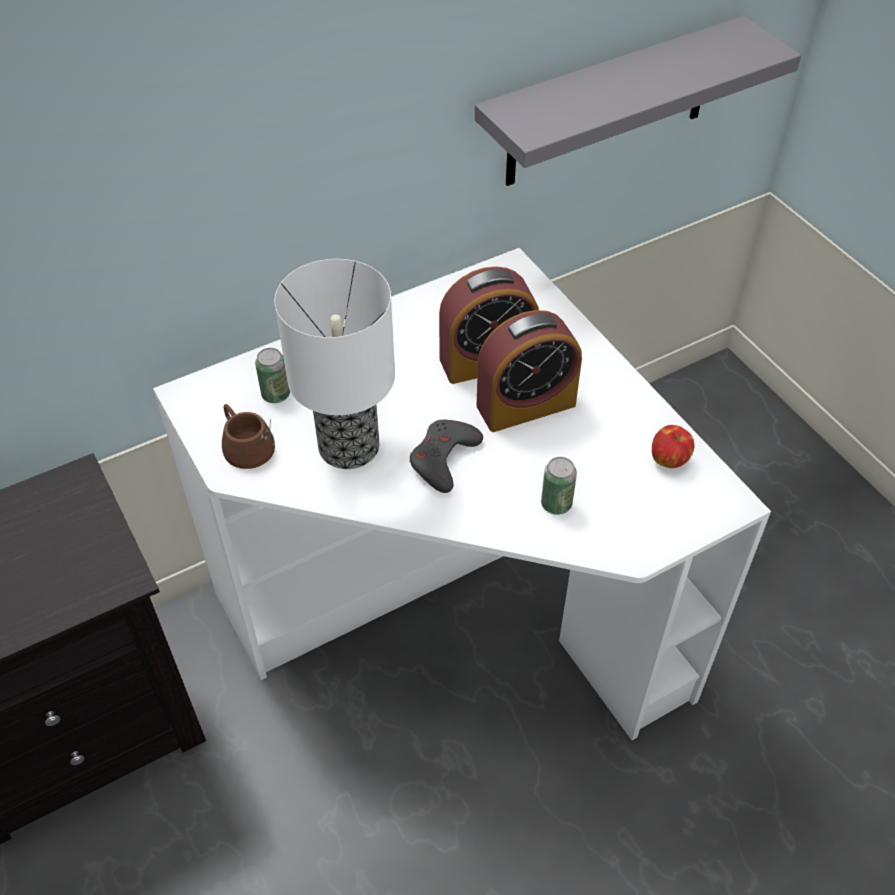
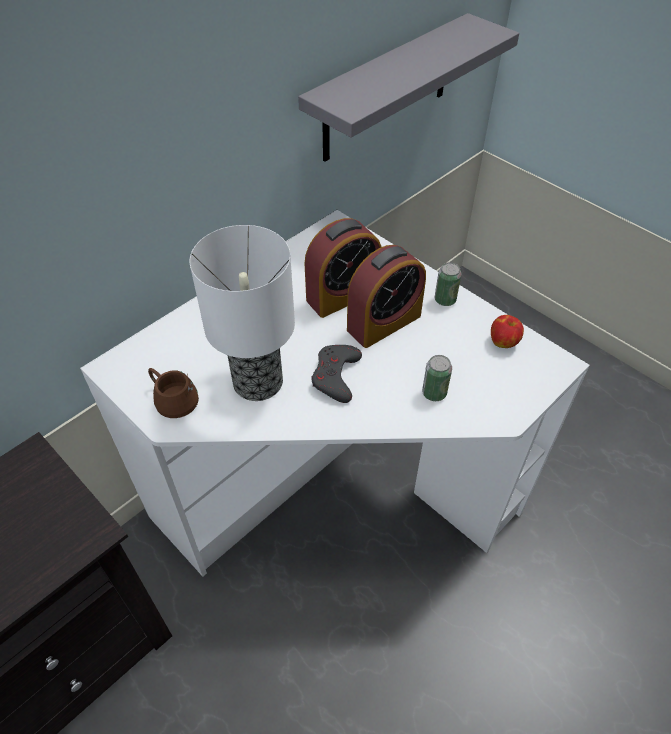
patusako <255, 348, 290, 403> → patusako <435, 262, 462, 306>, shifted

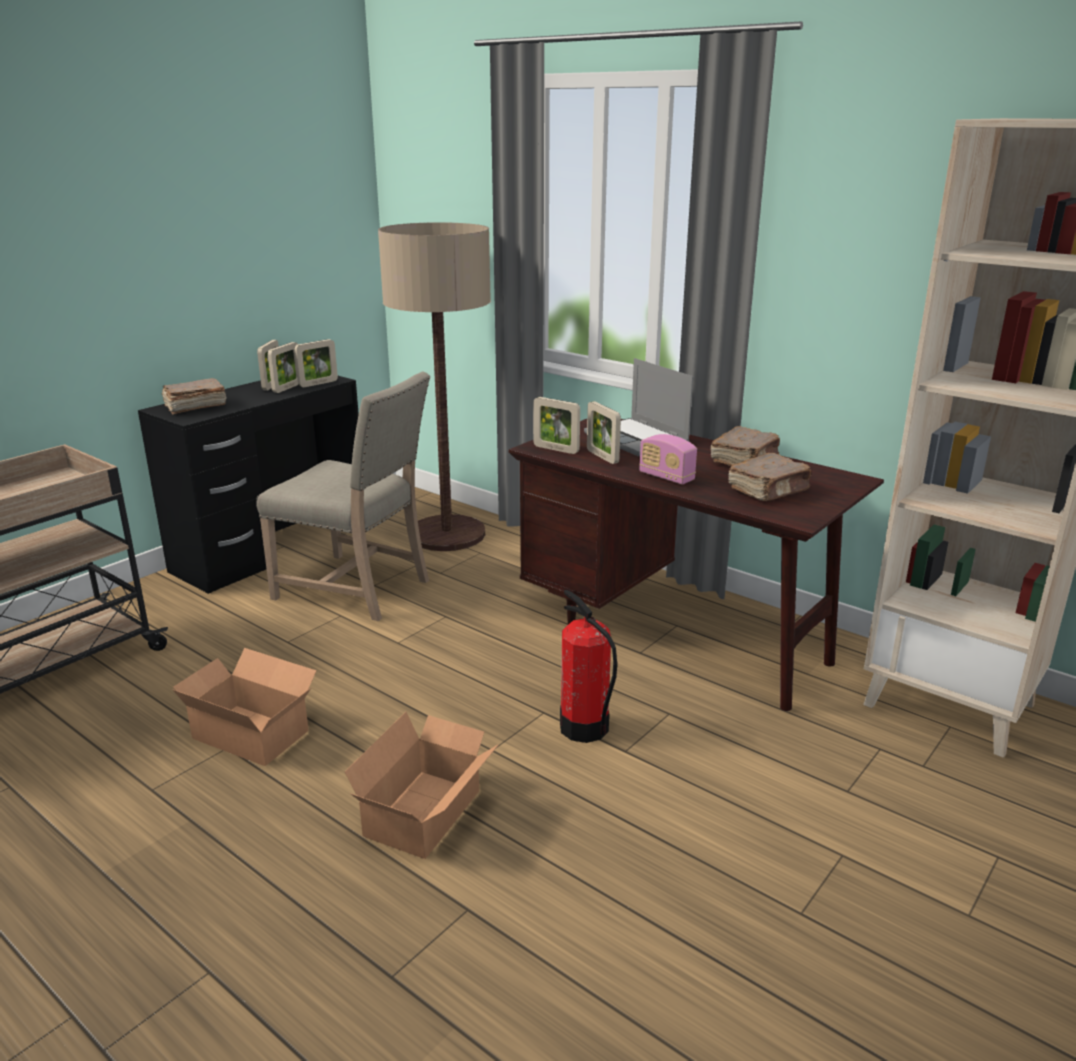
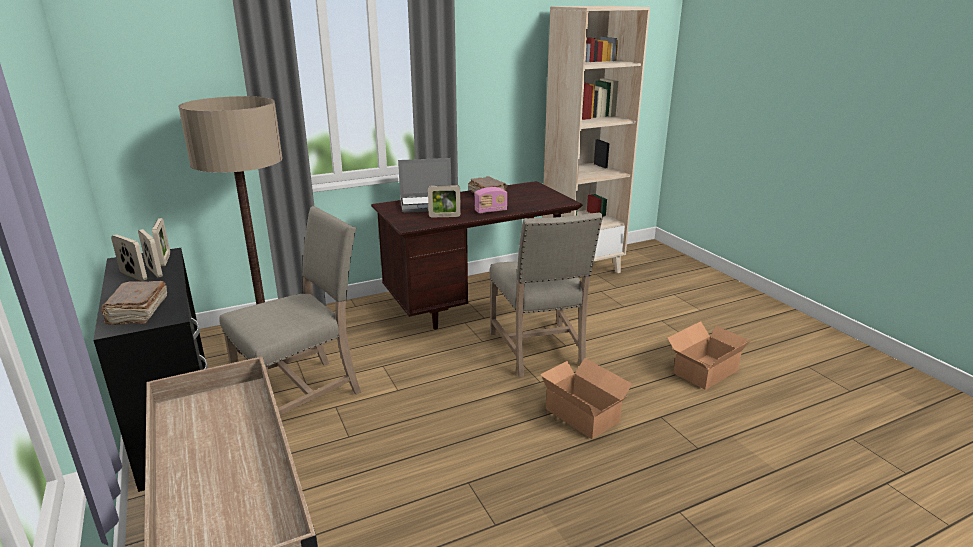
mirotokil <533, 397, 580, 454> → -
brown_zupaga <728, 453, 811, 501> → -
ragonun <560, 590, 617, 743> → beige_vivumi <489, 212, 603, 377>
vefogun <172, 648, 317, 766> → vefogun <667, 321, 751, 390>, shifted

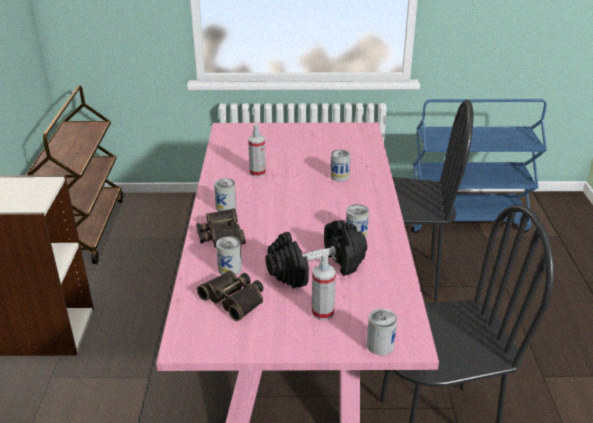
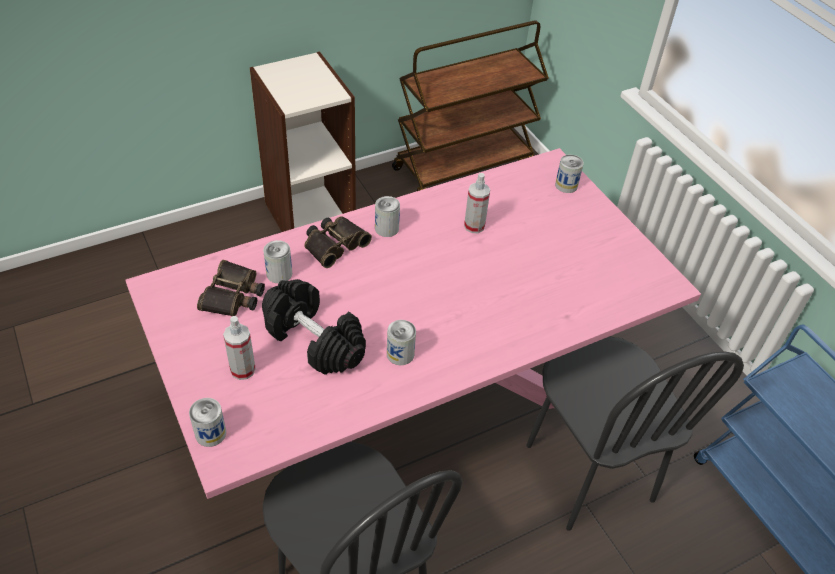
patusako <330, 149, 351, 181> → patusako <555, 155, 584, 193>, shifted

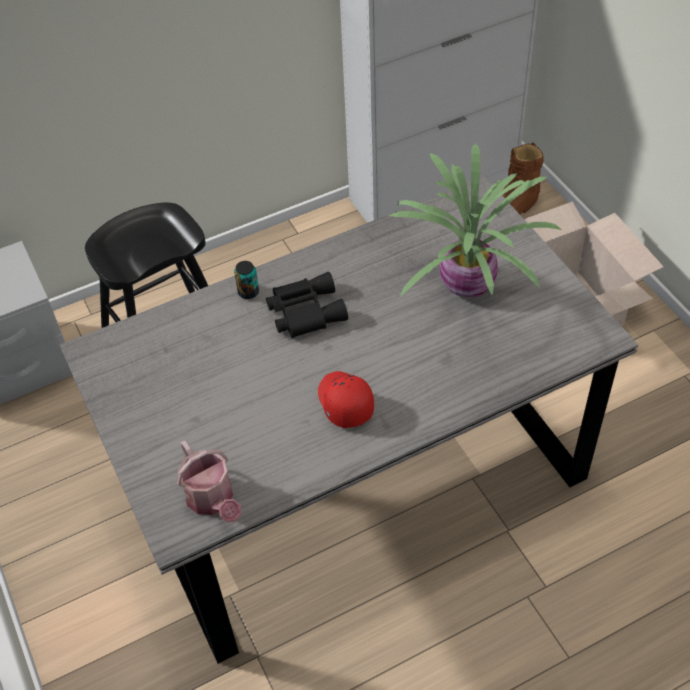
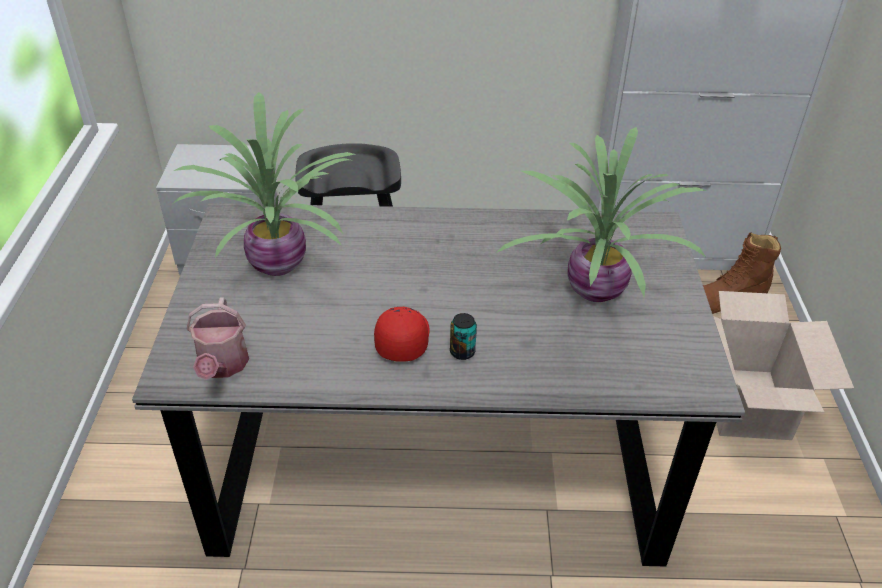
patusako <234, 261, 259, 299> → patusako <450, 313, 477, 360>, shifted
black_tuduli <266, 272, 348, 338> → -
- → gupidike <173, 92, 356, 276>

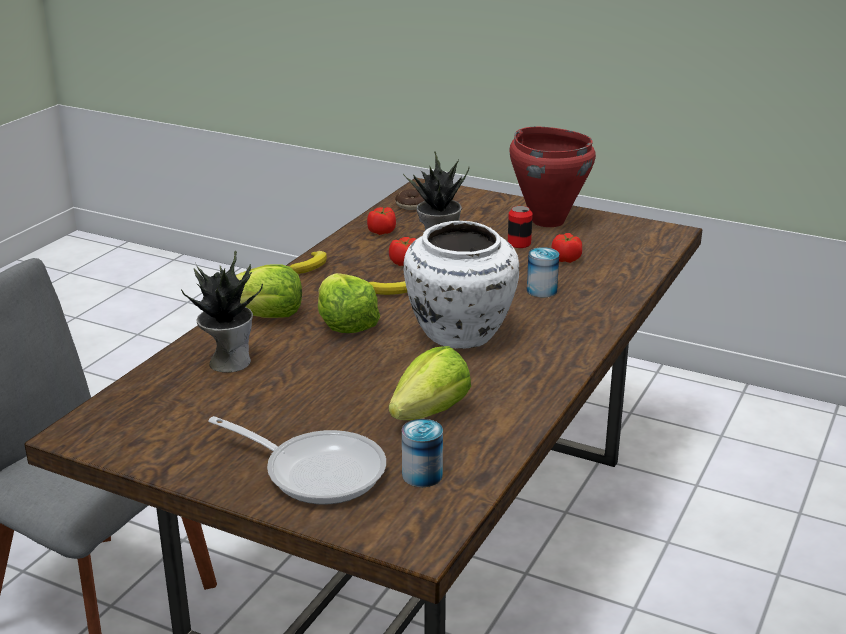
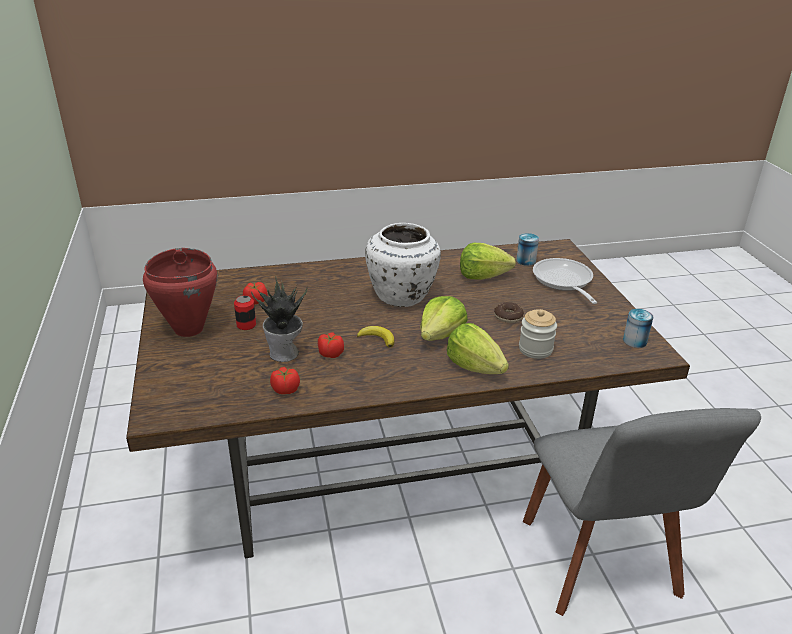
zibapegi <395, 189, 425, 210> → zibapegi <494, 302, 524, 323>, shifted
patusako <527, 247, 559, 298> → patusako <623, 309, 653, 348>, shifted
gupidike <181, 251, 263, 373> → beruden <519, 309, 557, 359>
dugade <289, 251, 327, 274> → -

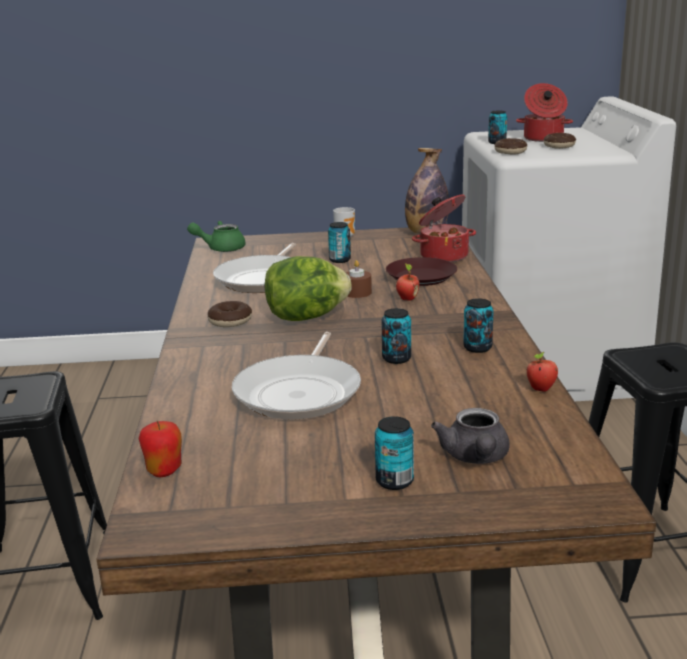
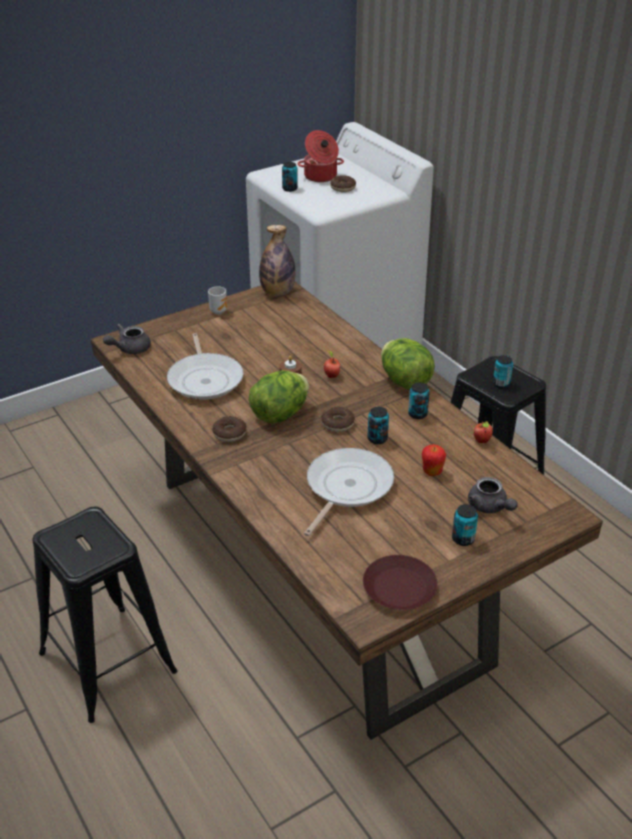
zibapegi <495, 138, 527, 154> → zibapegi <321, 407, 355, 432>, shifted
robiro <412, 194, 476, 262> → -
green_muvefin <187, 221, 246, 252> → grey_muvefin <103, 324, 151, 354>
patusako <328, 222, 351, 263> → patusako <493, 355, 513, 388>, shifted
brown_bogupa <386, 257, 457, 286> → brown_bogupa <363, 555, 438, 610>, shifted
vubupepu <232, 332, 361, 420> → vubupepu <304, 448, 394, 536>, 135 degrees counterclockwise
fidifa <139, 421, 182, 477> → fidifa <422, 444, 446, 476>, shifted
- → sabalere <381, 338, 435, 390>

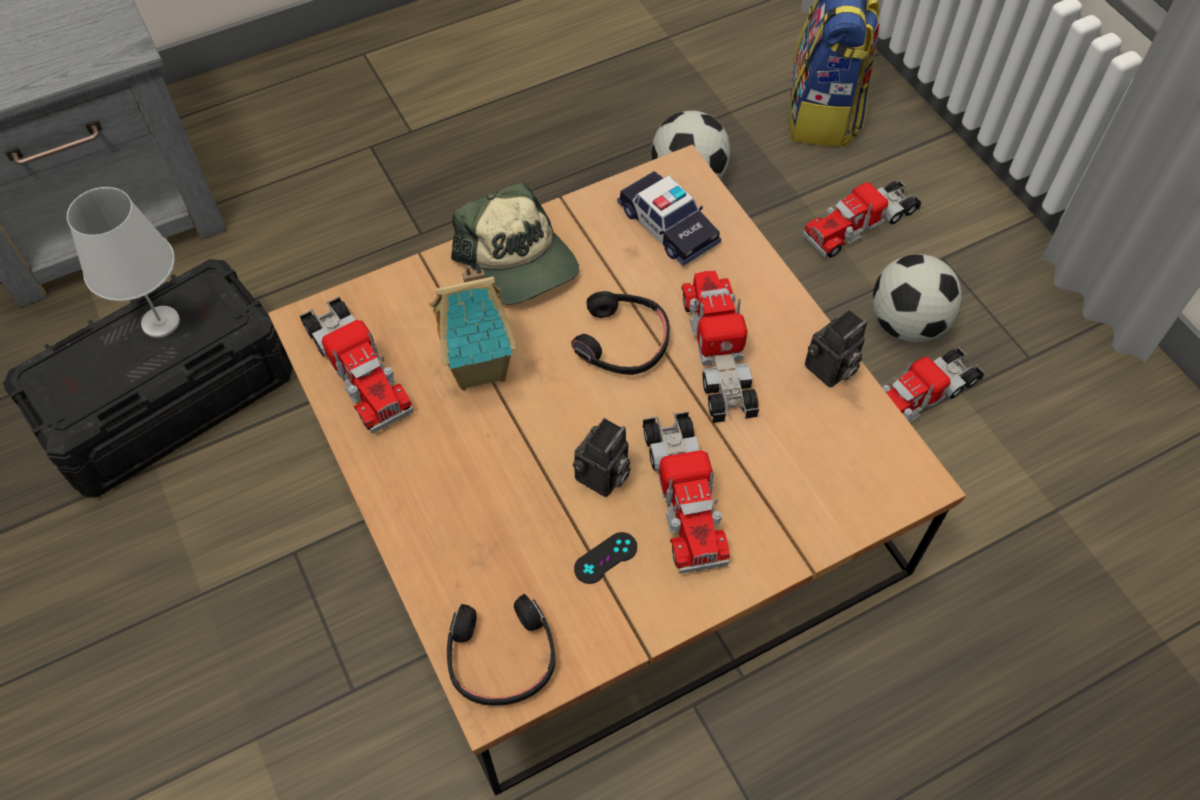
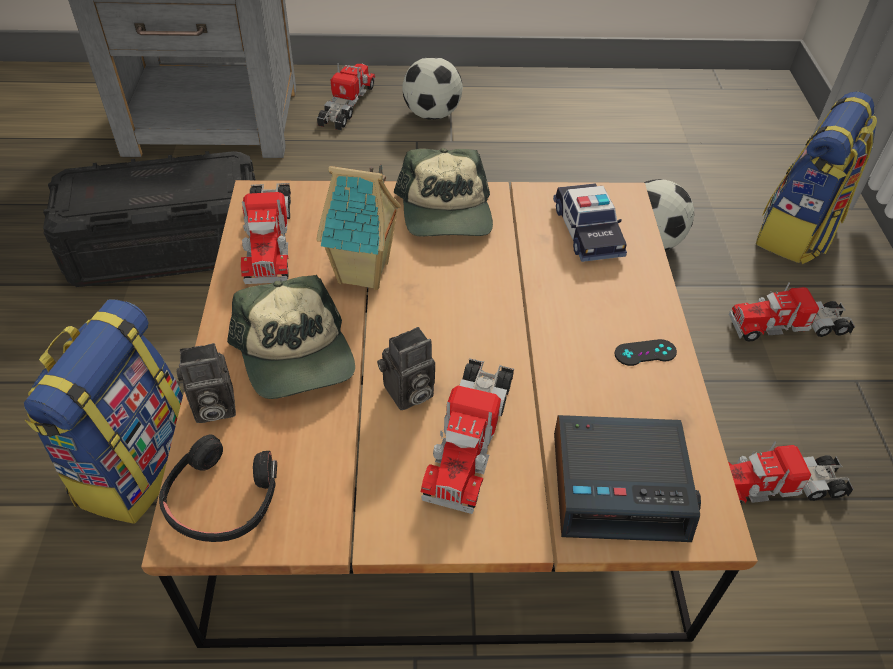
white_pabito <67, 187, 180, 338> → -
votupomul <873, 254, 962, 342> → votupomul <402, 57, 463, 120>, shifted
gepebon <681, 270, 760, 423> → gepebon <317, 63, 375, 131>, shifted
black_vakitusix <571, 291, 670, 375> → -
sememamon <805, 309, 867, 388> → sememamon <176, 343, 236, 423>, shifted
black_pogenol <574, 532, 637, 584> → black_pogenol <614, 339, 677, 366>, shifted
- → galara <227, 275, 355, 399>
- → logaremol <24, 299, 183, 524>
- → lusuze <554, 415, 701, 542>

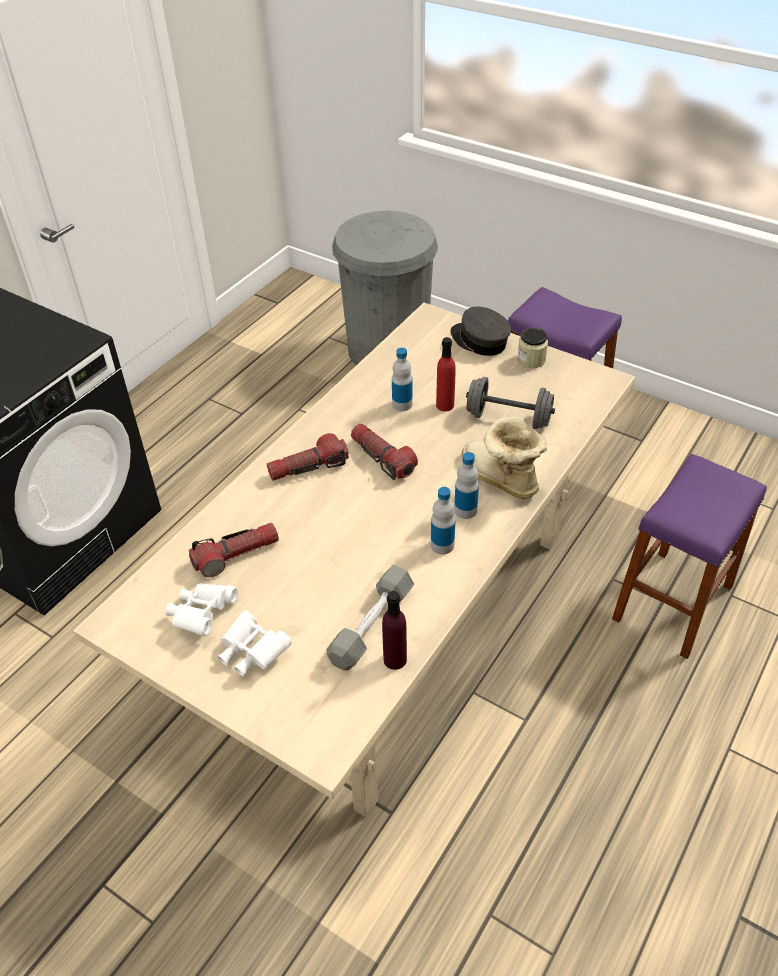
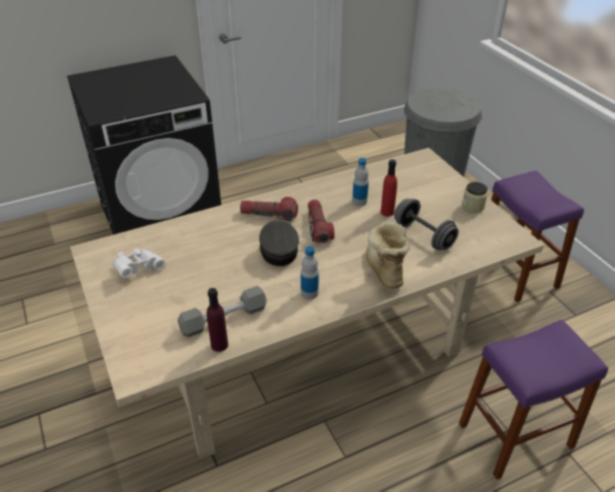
grey_galara <451, 307, 511, 356> → grey_galara <259, 220, 299, 266>, shifted
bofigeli <454, 452, 479, 519> → -
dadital <189, 523, 279, 577> → -
white_tuduli <217, 610, 292, 676> → -

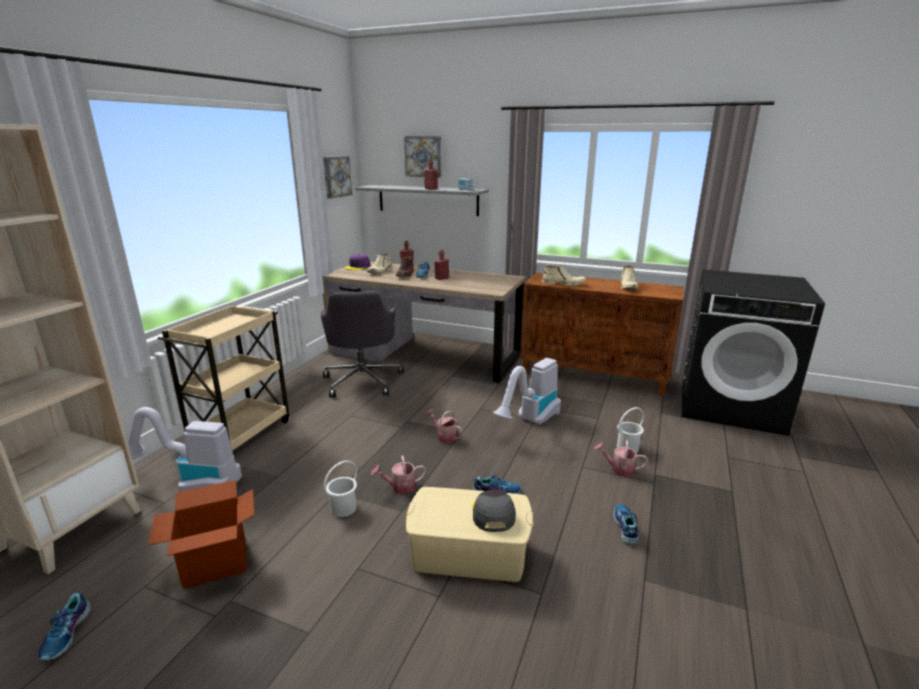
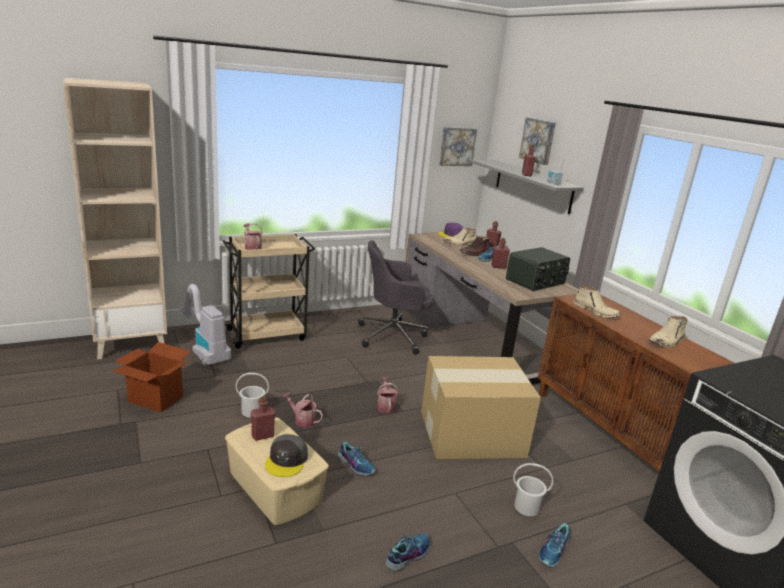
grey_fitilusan <321, 292, 403, 397> → grey_fitilusan <358, 240, 433, 355>, 45 degrees clockwise
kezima <493, 358, 561, 425> → vefogun <421, 356, 541, 459>
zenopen <594, 440, 648, 476> → zenopen <243, 223, 263, 250>, shifted
grey_galara <472, 489, 516, 532> → grey_galara <265, 434, 308, 477>, 150 degrees clockwise
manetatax <38, 591, 91, 660> → manetatax <539, 523, 572, 567>, shifted
- → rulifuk <506, 247, 570, 291>
- → red_bofigeli <251, 397, 275, 441>

